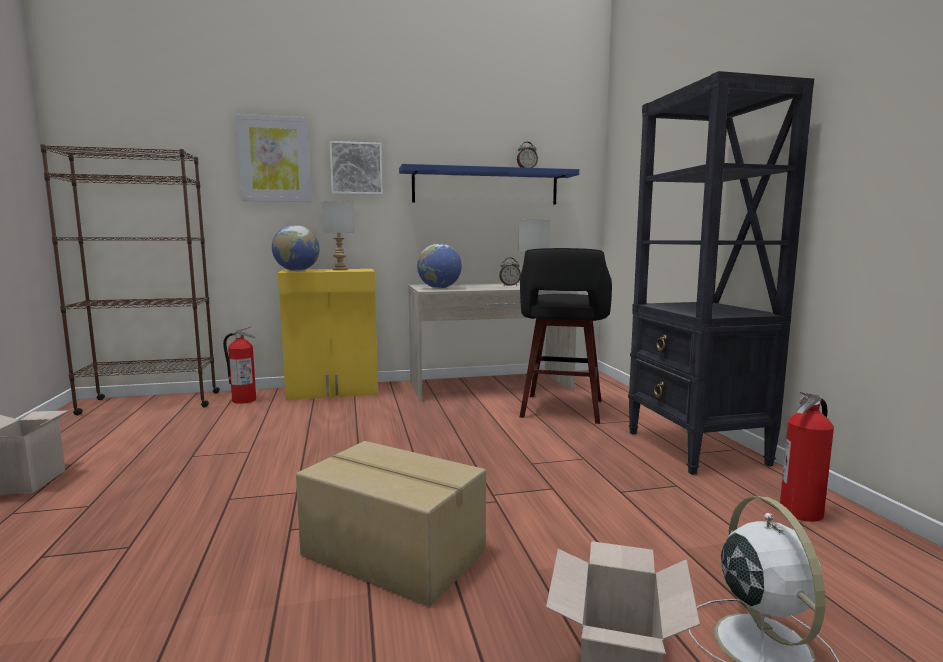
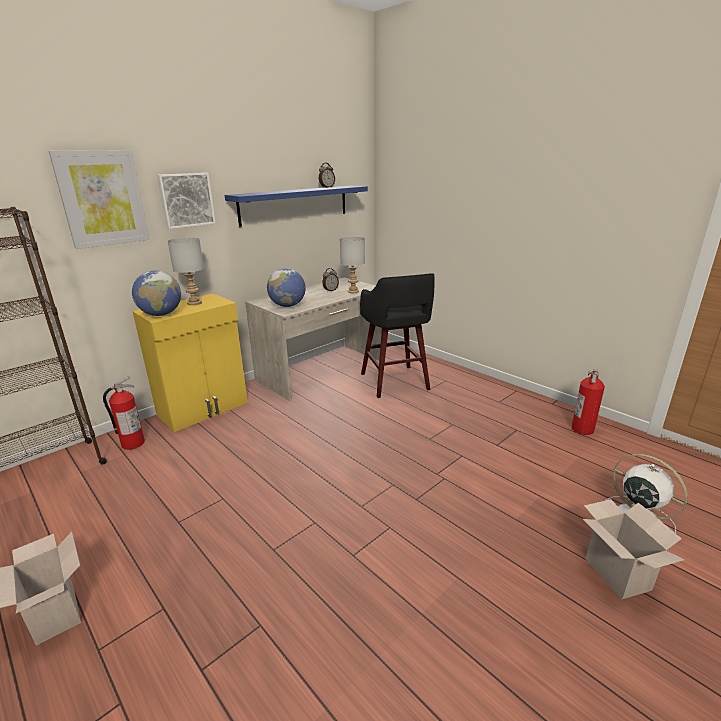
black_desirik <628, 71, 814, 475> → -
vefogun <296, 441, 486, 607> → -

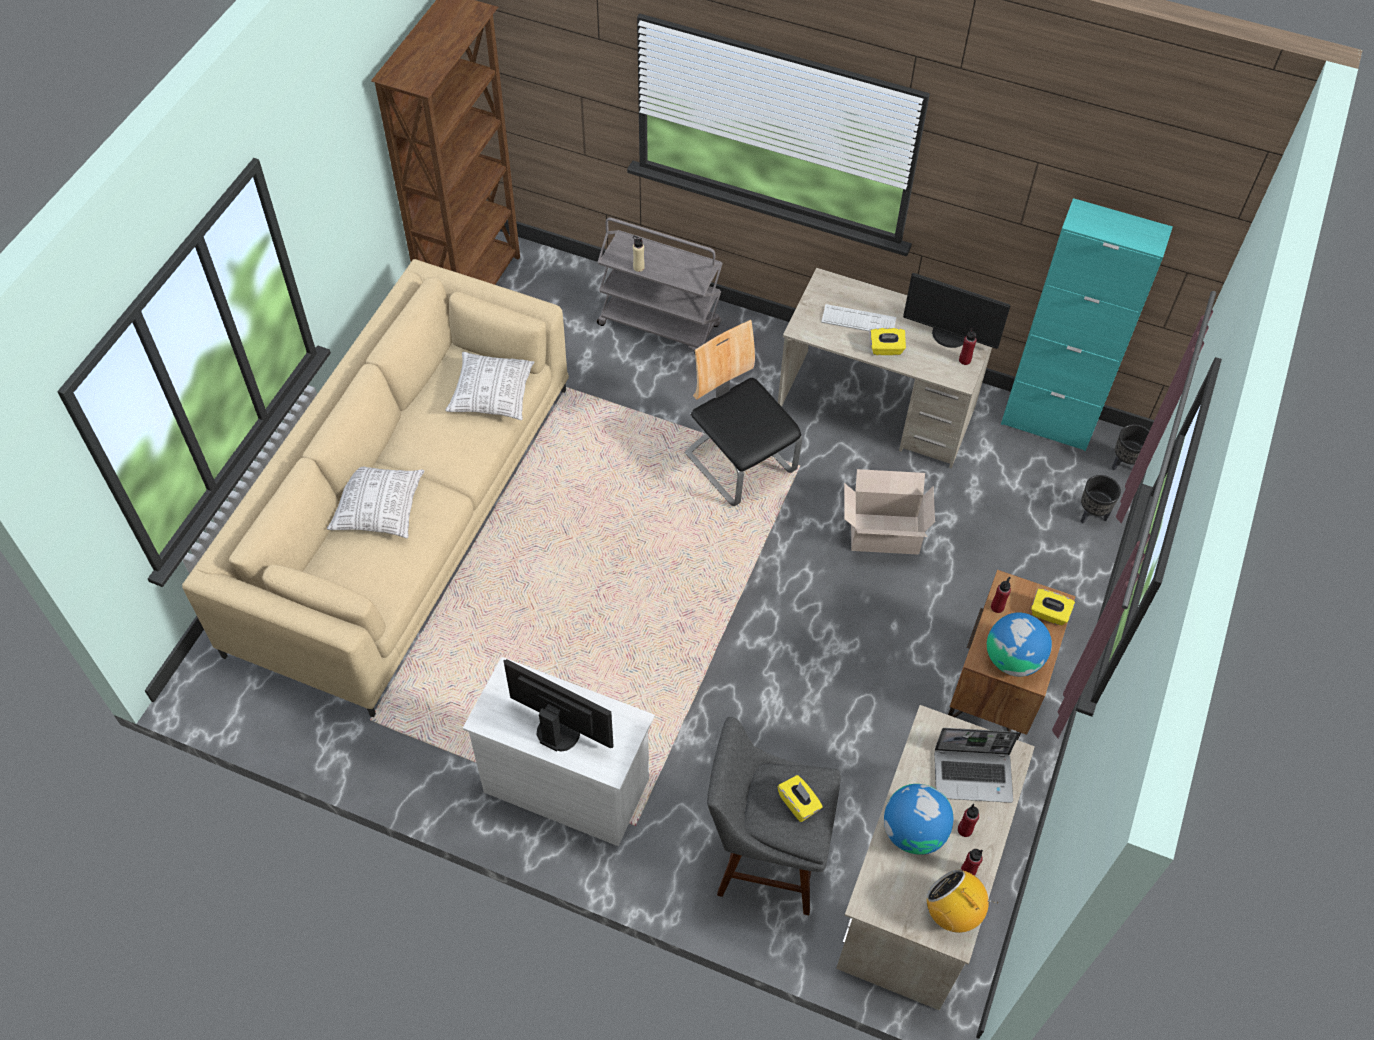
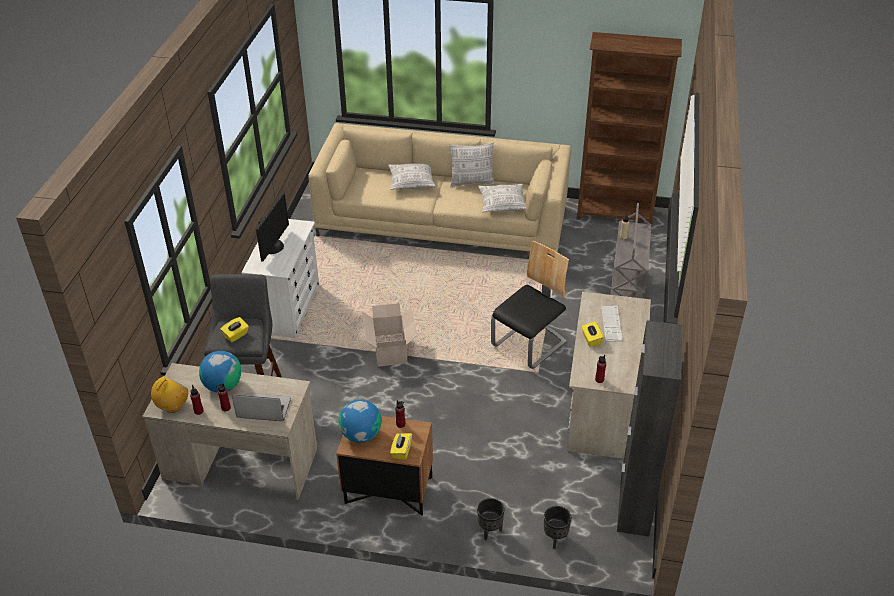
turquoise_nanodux <1001, 198, 1173, 451> → black_nanodux <617, 320, 682, 536>
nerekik <903, 273, 1011, 349> → -
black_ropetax <1112, 424, 1149, 470> → black_ropetax <477, 498, 504, 540>, shifted
vefogun <844, 469, 935, 554> → vefogun <362, 303, 416, 367>, shifted
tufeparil <934, 728, 1020, 803> → tufeparil <232, 393, 291, 421>, 105 degrees clockwise
- → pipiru <449, 142, 495, 187>

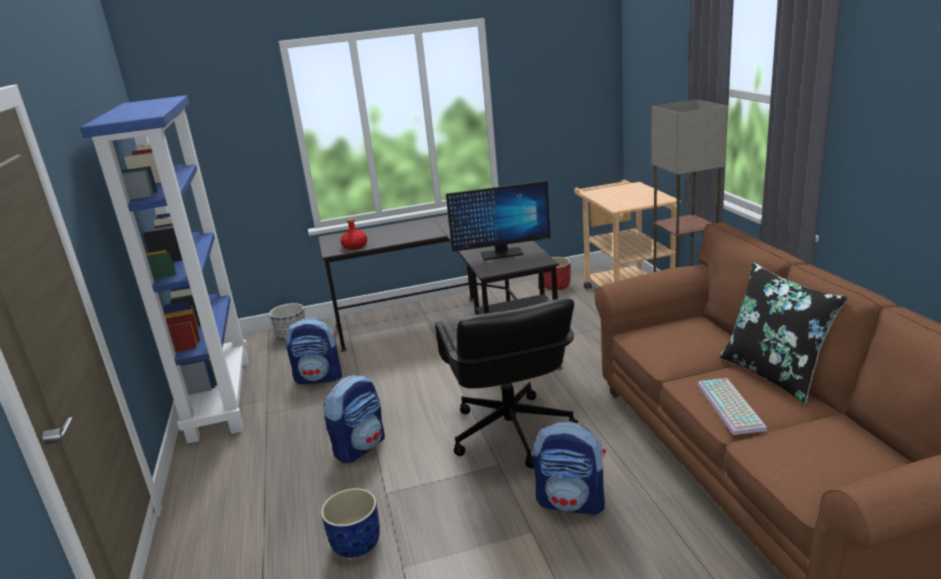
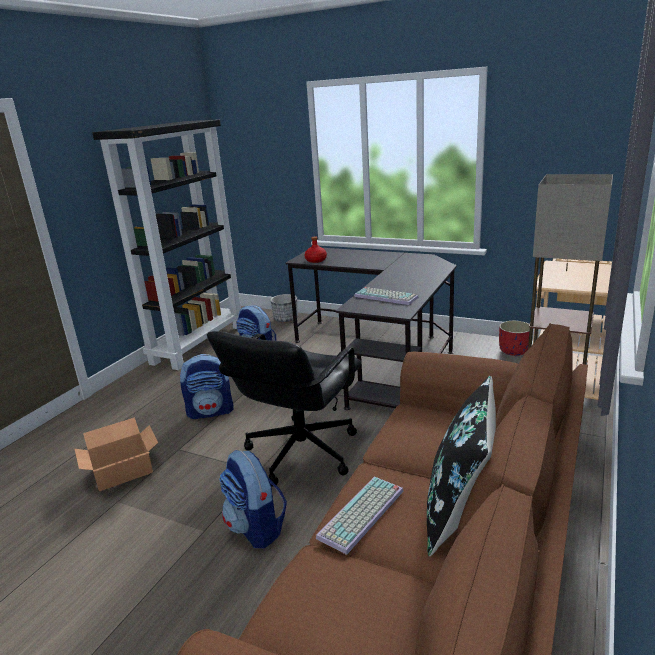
blue_desirik <80, 95, 249, 444> → black_desirik <92, 119, 241, 370>
nerekik <446, 181, 551, 260> → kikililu <354, 287, 419, 305>
blue_ropetax <321, 488, 380, 558> → vefogun <75, 417, 158, 492>

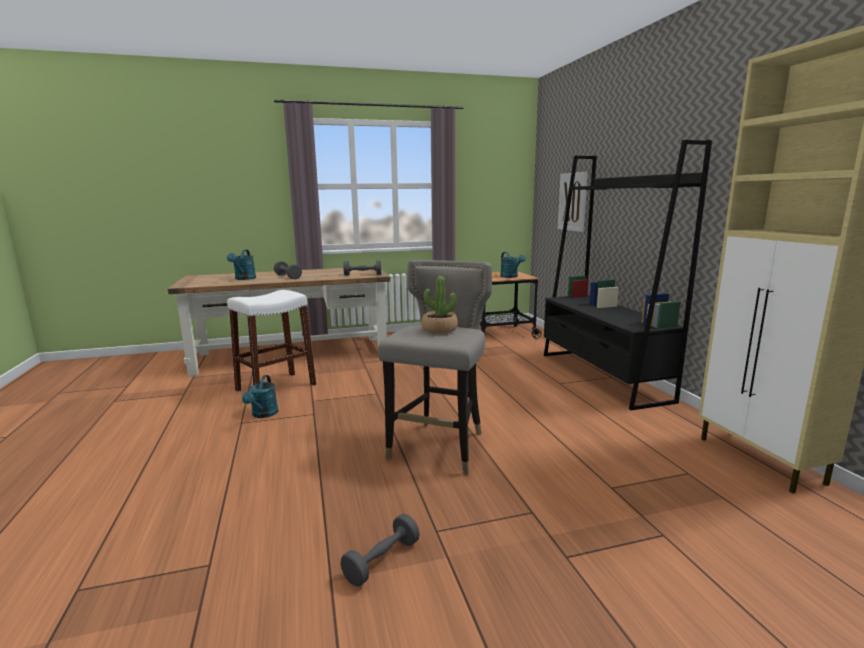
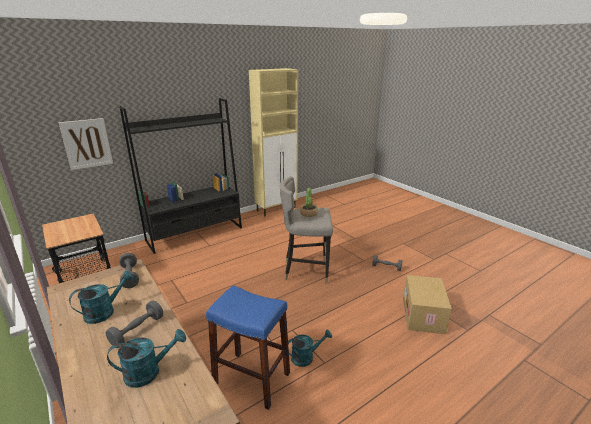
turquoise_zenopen <500, 252, 526, 278> → turquoise_zenopen <69, 271, 134, 324>, shifted
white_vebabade <227, 290, 317, 392> → blue_vebabade <206, 285, 290, 410>
- → vefogun <403, 275, 452, 334>

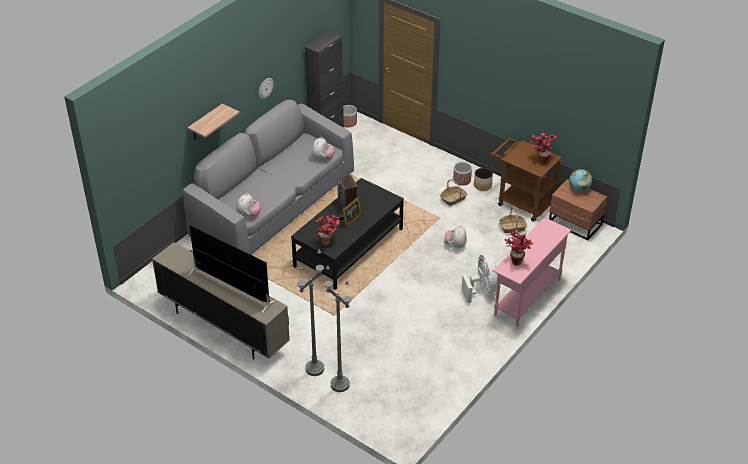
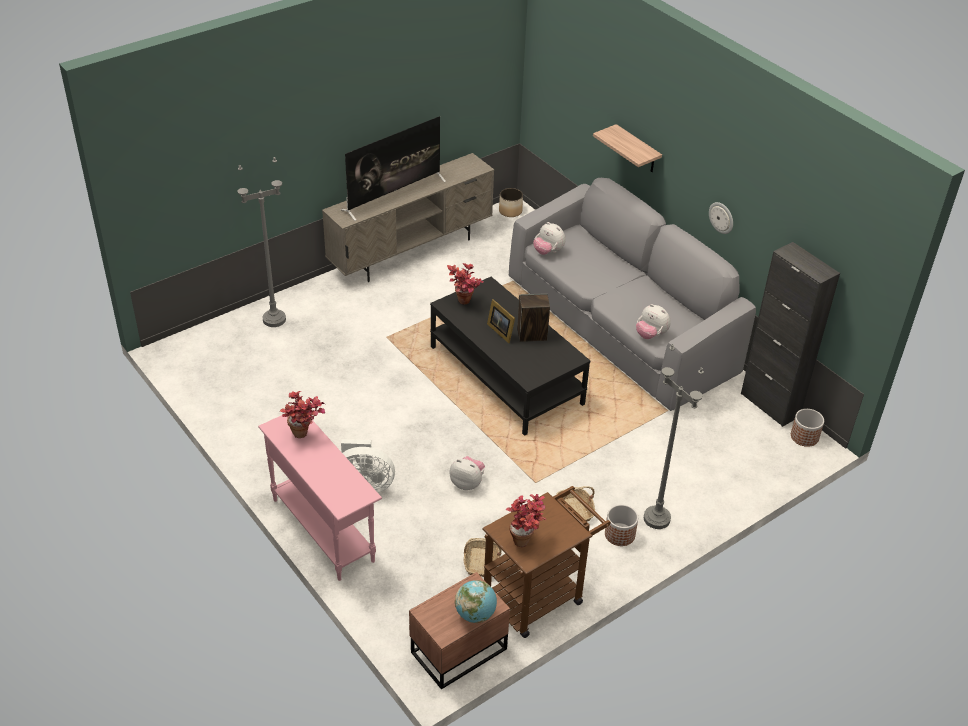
ropetax <474, 168, 493, 191> → ropetax <499, 188, 523, 217>, shifted
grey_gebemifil <297, 249, 324, 376> → grey_gebemifil <644, 344, 704, 529>, shifted

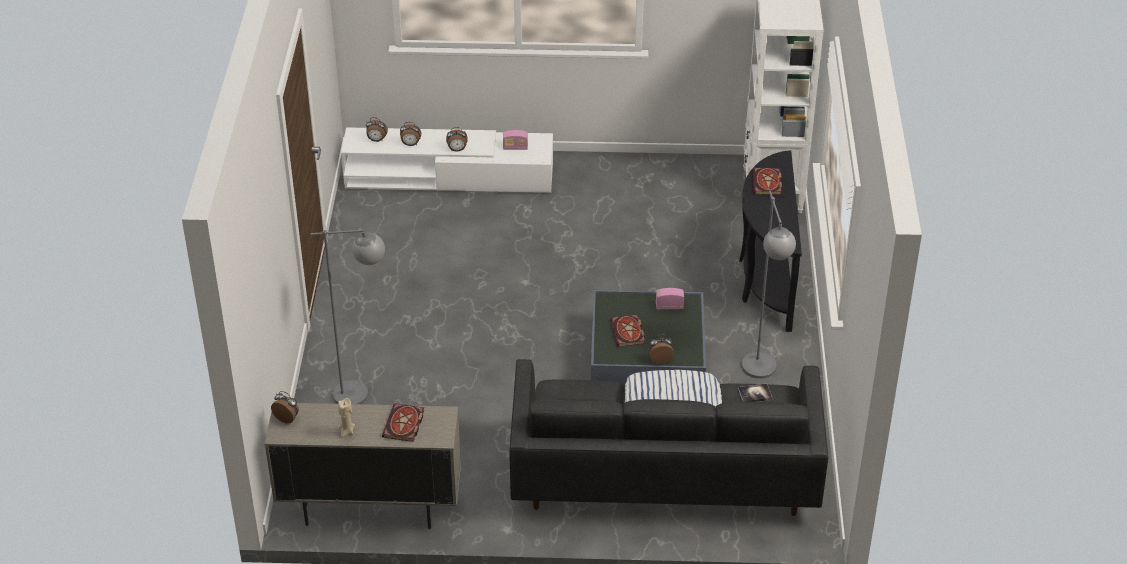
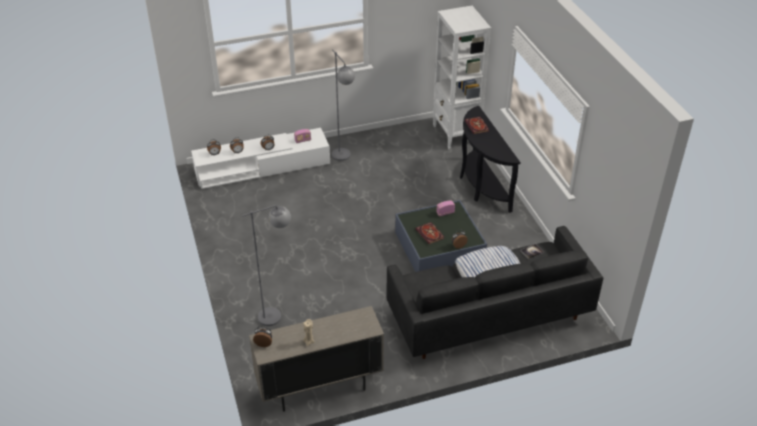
grey_gebemifil <742, 191, 796, 379> → grey_gebemifil <331, 49, 355, 161>, shifted
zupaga <382, 403, 424, 442> → -

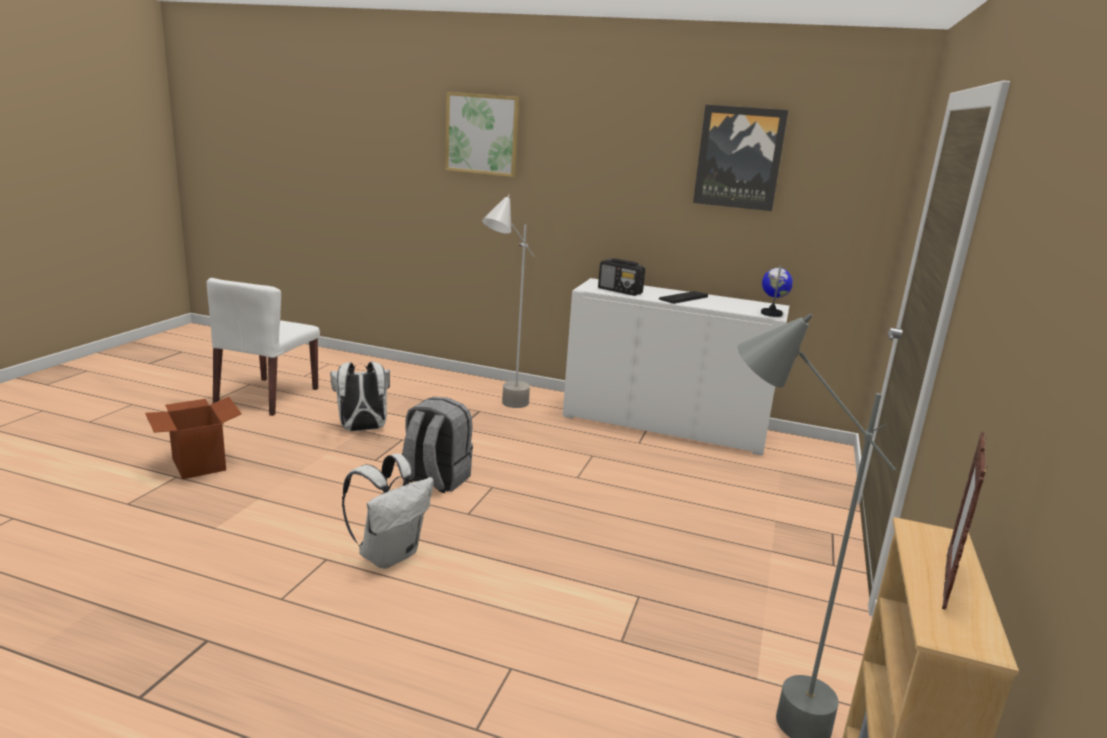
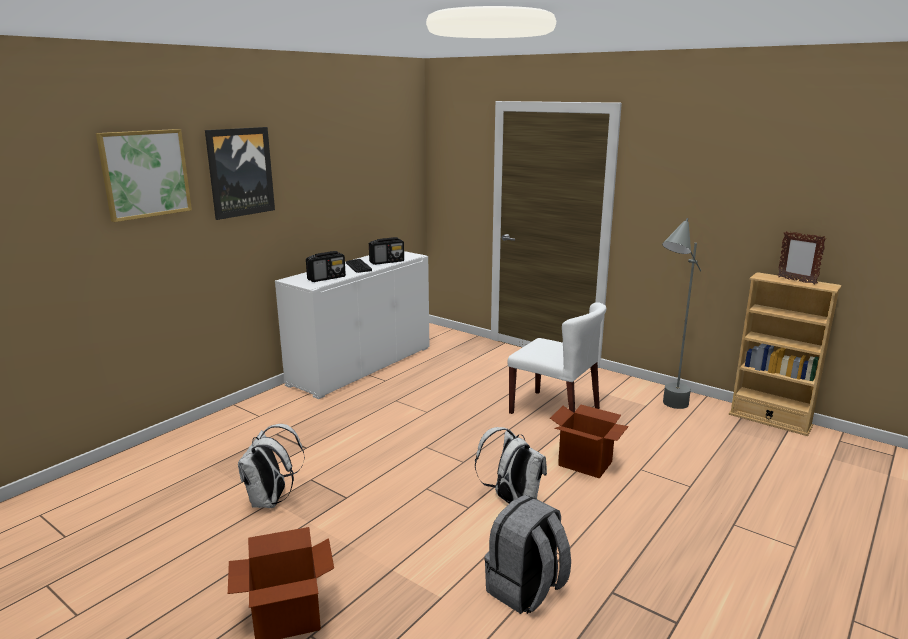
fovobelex <693, 105, 788, 211> → fovobelex <205, 127, 275, 220>, shifted
grey_gebemifil <482, 194, 535, 408> → -
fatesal <761, 266, 793, 317> → -
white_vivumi <207, 278, 320, 416> → white_vivumi <507, 302, 606, 414>, shifted
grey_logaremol <402, 397, 473, 493> → grey_logaremol <484, 495, 571, 614>, shifted
- → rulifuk <369, 237, 404, 265>
- → vefogun <550, 405, 629, 479>

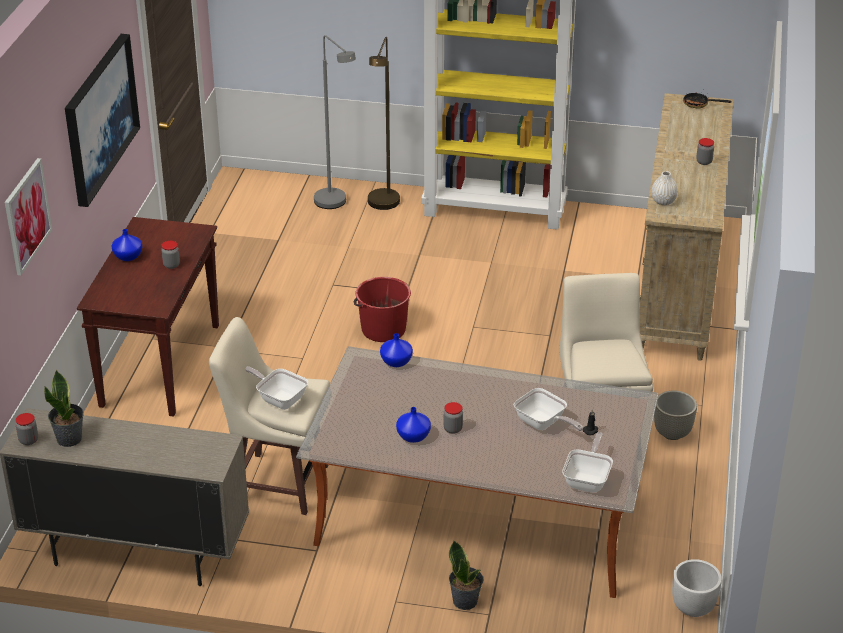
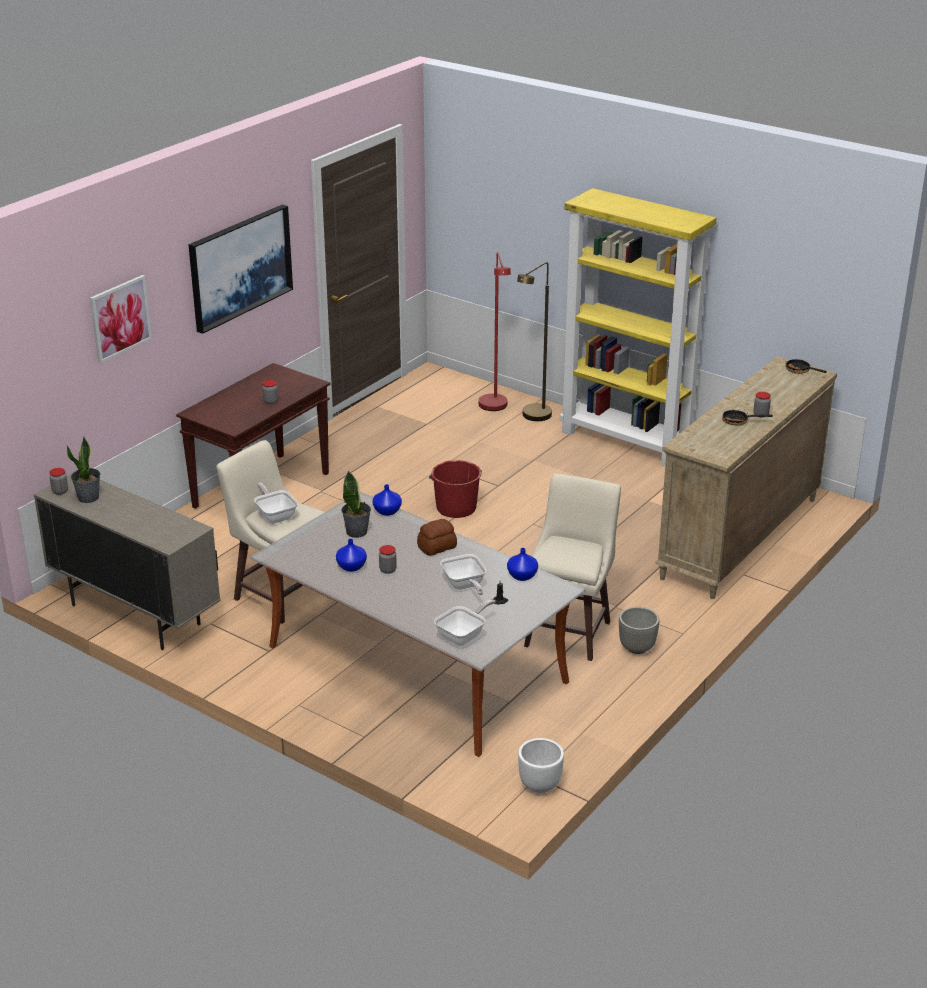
grey_gebemifil <314, 35, 356, 209> → red_gebemifil <479, 252, 511, 411>
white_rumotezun <651, 171, 678, 205> → -
blue_rumotezun <112, 229, 142, 261> → blue_rumotezun <507, 548, 538, 581>, shifted
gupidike <449, 541, 483, 610> → gupidike <341, 471, 371, 538>, shifted
- → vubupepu <722, 409, 773, 426>
- → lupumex <417, 519, 457, 556>

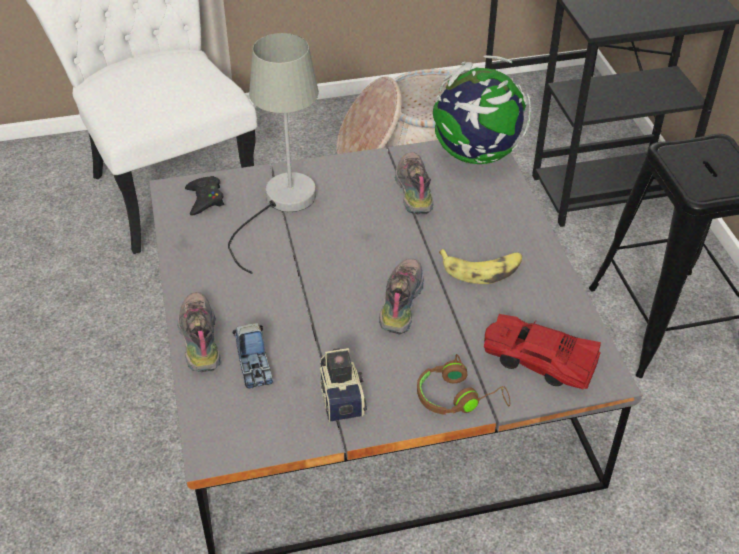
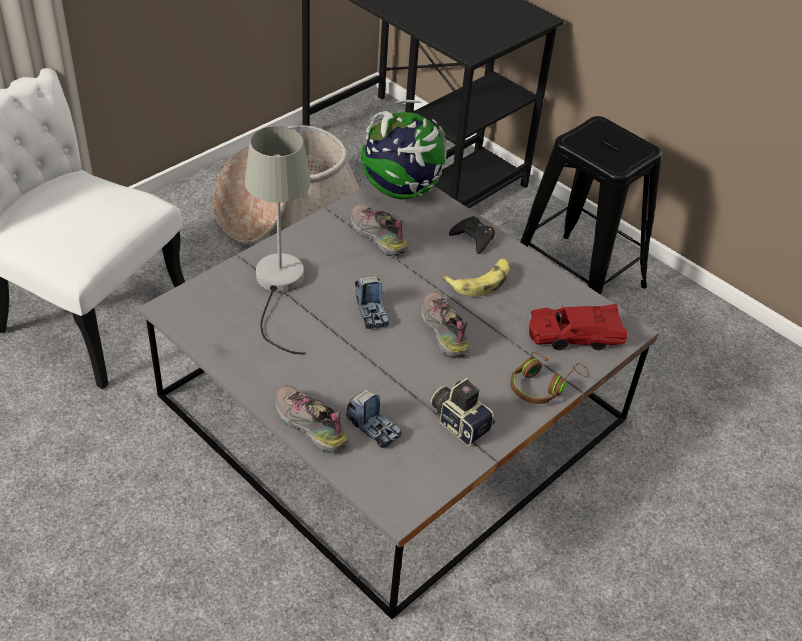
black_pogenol <185, 176, 224, 216> → black_pogenol <449, 216, 495, 254>, shifted
- → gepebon <355, 276, 389, 329>

